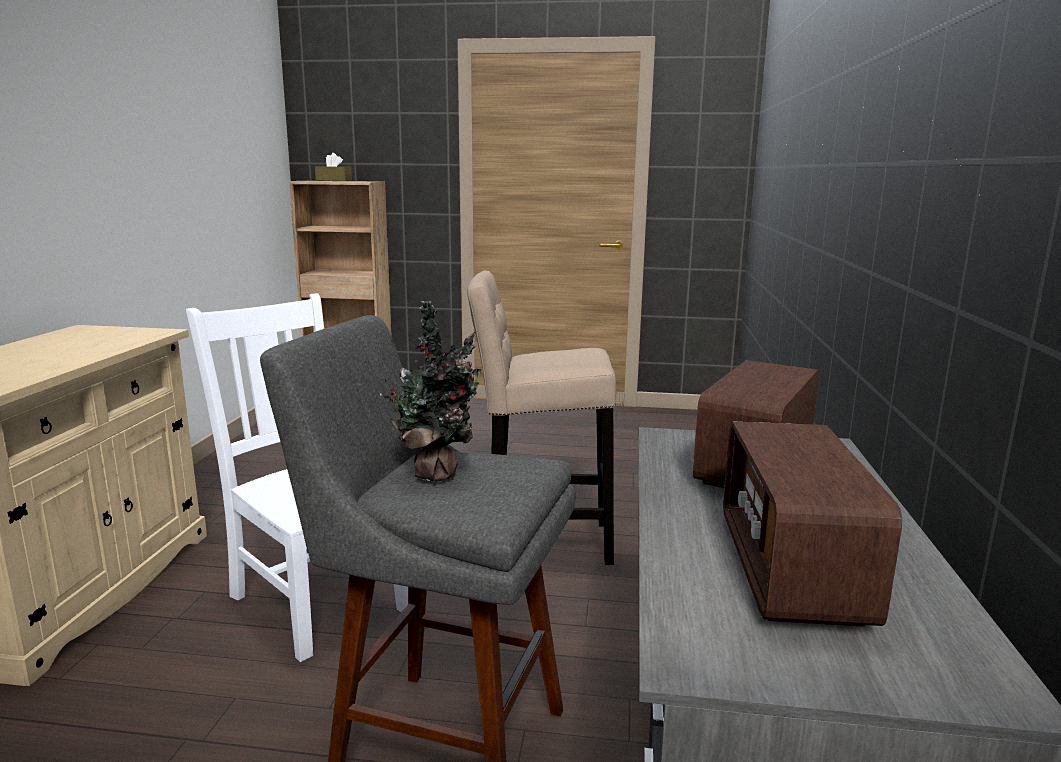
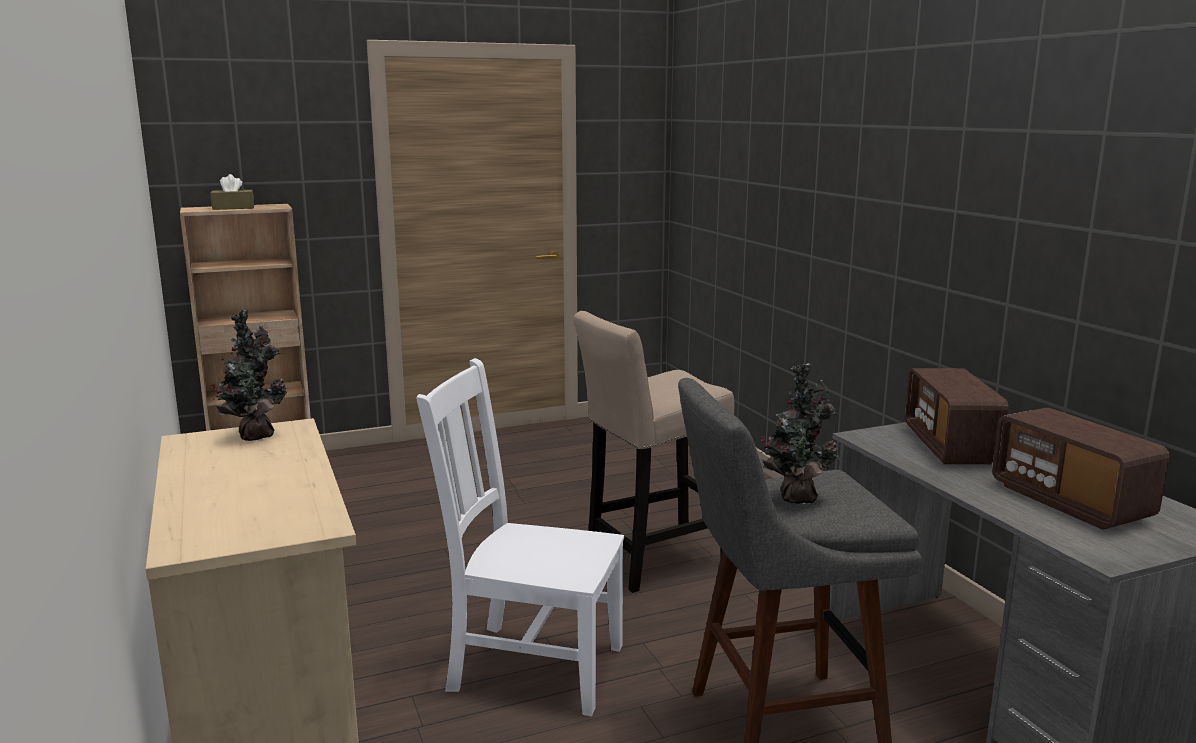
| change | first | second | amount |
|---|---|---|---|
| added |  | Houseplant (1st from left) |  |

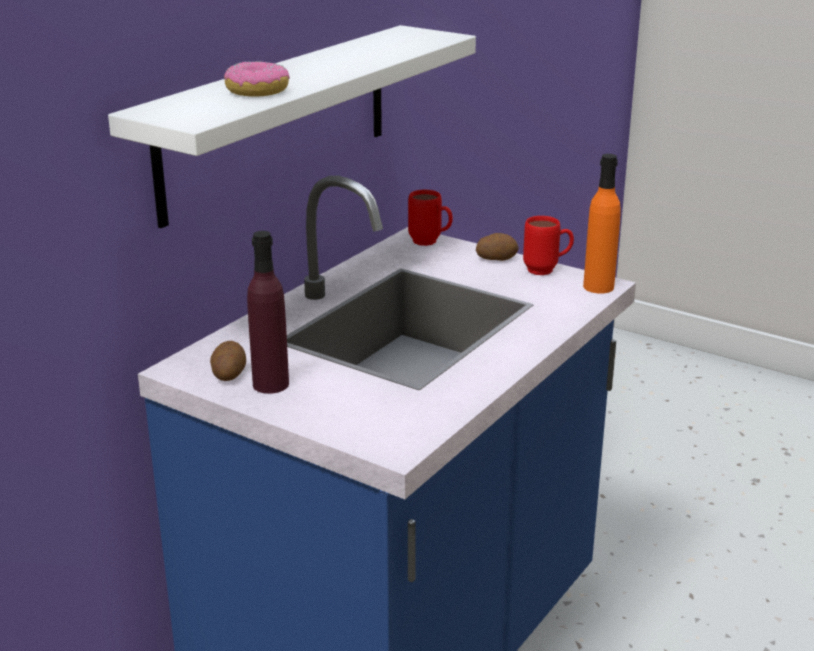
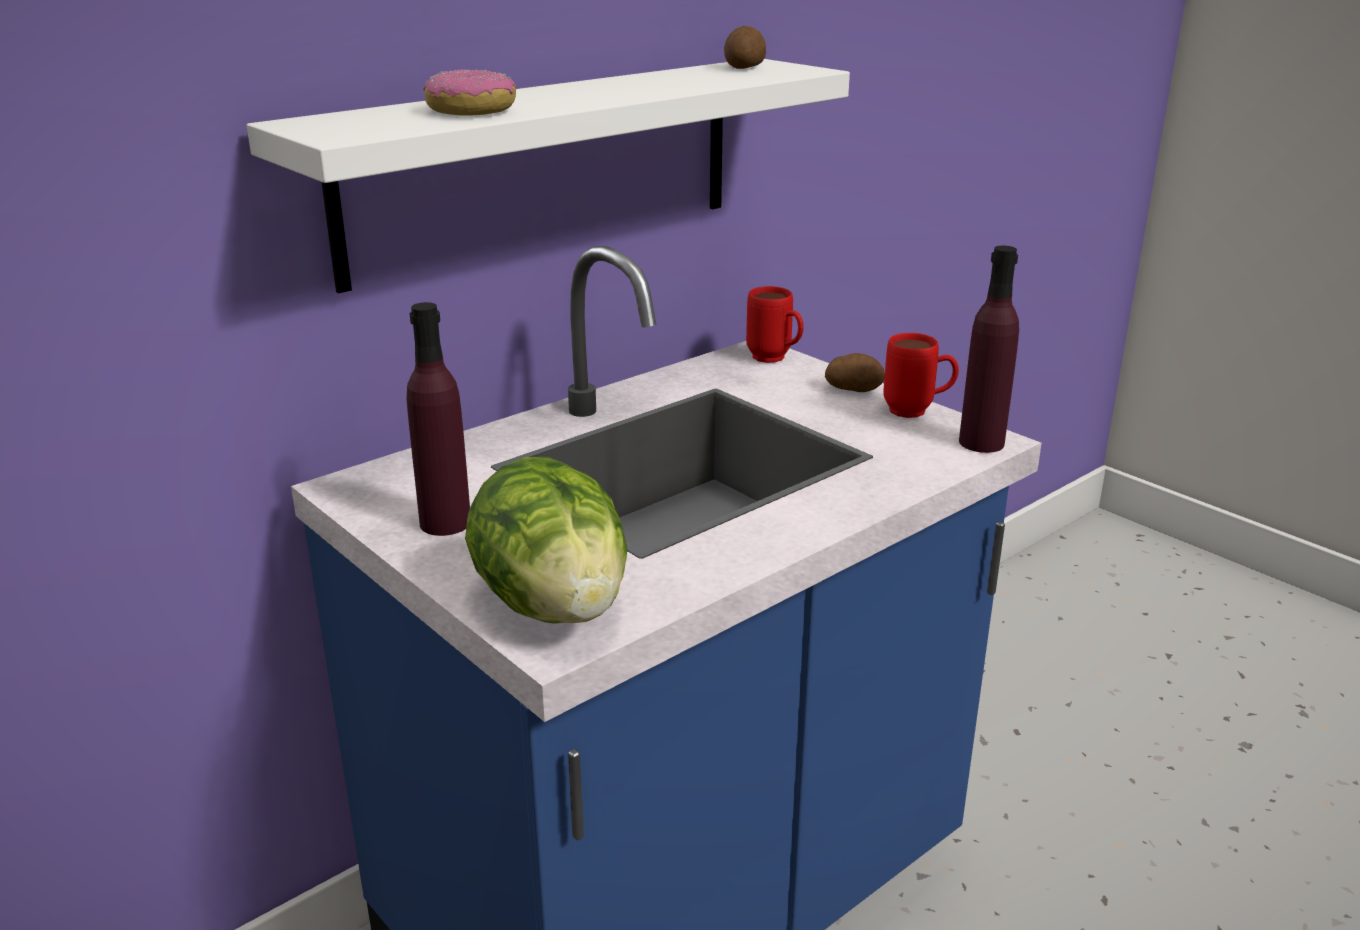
| change | first | second | amount |
|---|---|---|---|
| added |  | HeadOfLettuce |  |
| moved | Spud (1st from left) |  |  |
| recoloured | OrangeBottle | PurplishBottle (2nd from left) |  |

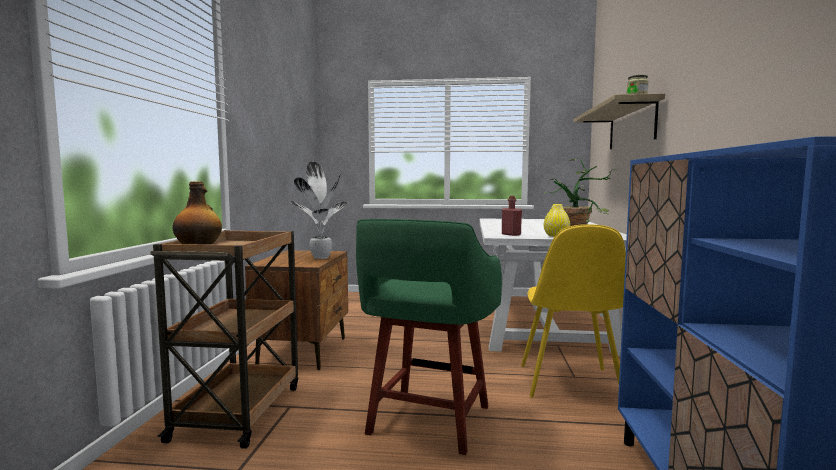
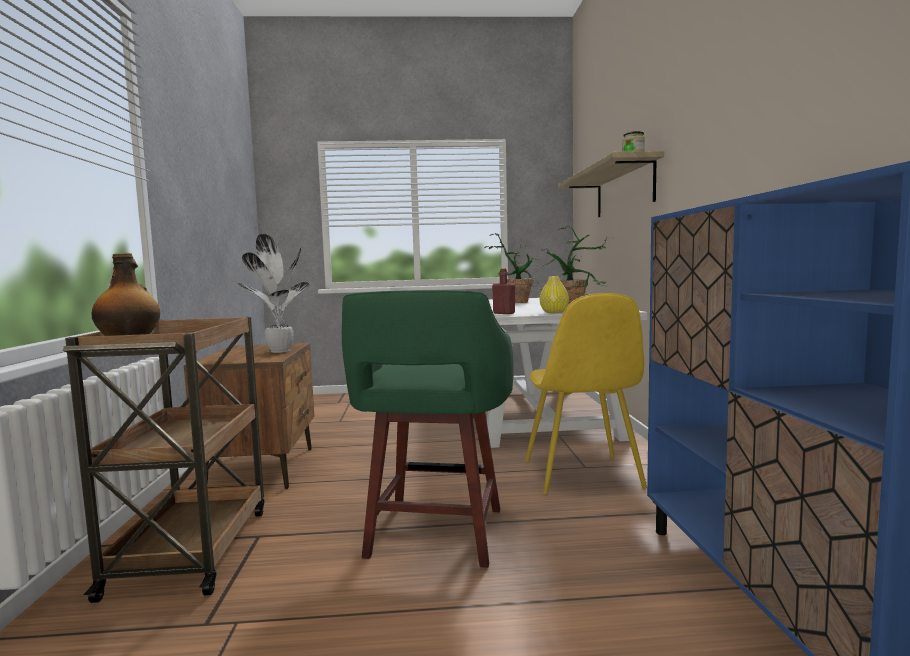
| change | first | second | amount |
|---|---|---|---|
| added |  | Houseplant (2nd from left) |  |

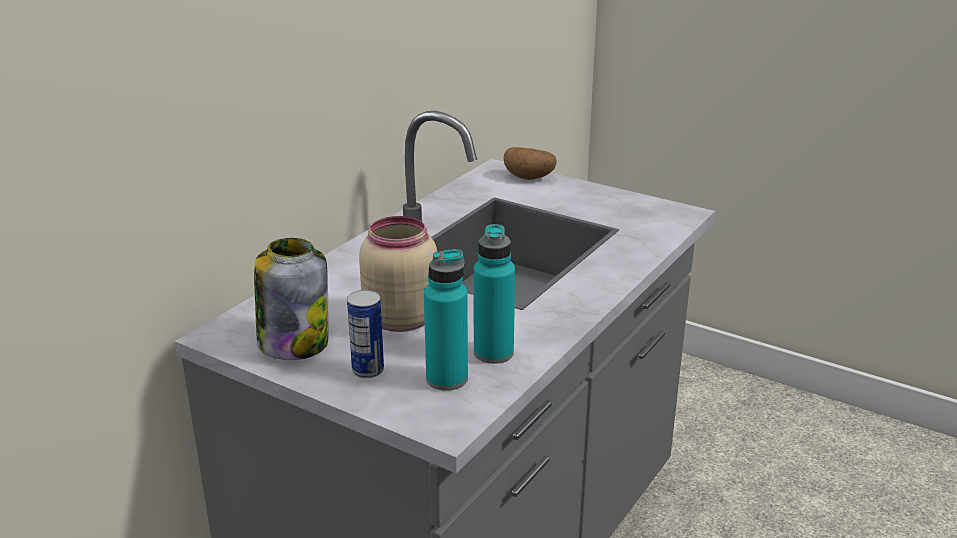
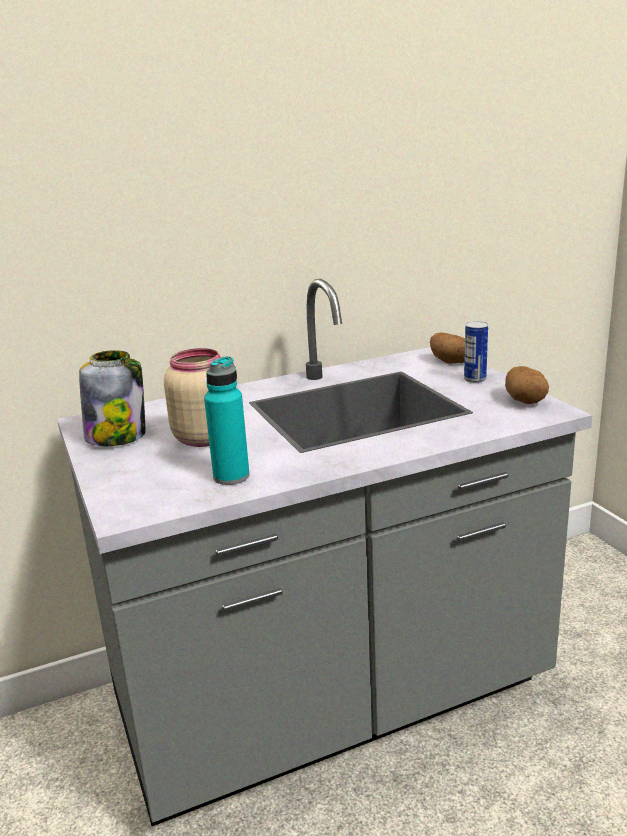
| change | first | second | amount |
|---|---|---|---|
| removed | BlueGreenBottle (1st from left) |  |  |
| added |  | Spud (2nd from left) |  |
| moved | MetalCan |  |  |

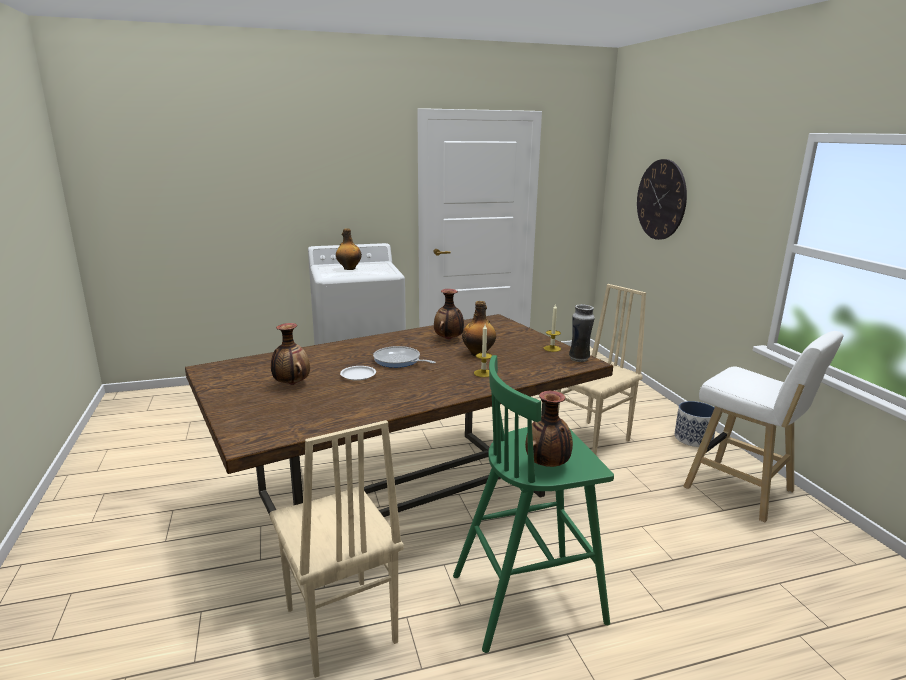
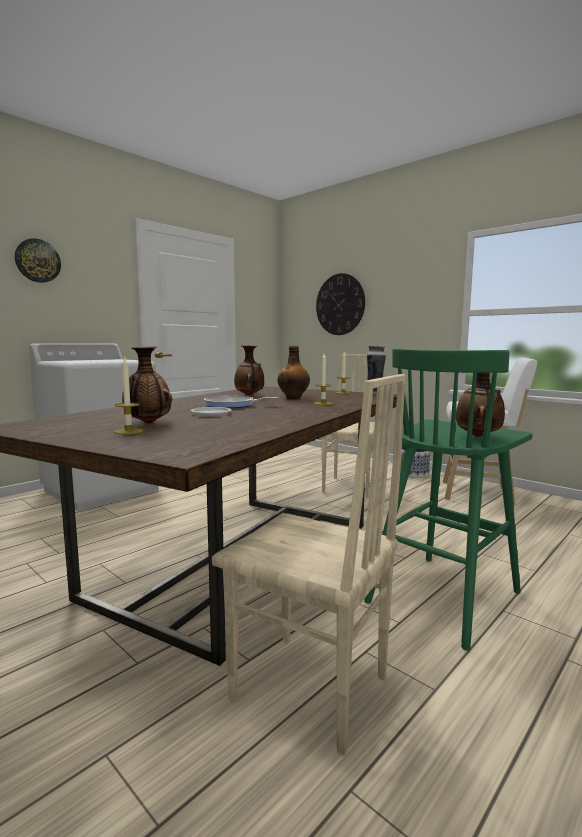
| change | first | second | amount |
|---|---|---|---|
| removed | Bottle (1st from left) |  |  |
| added |  | WallClock (1st from left) |  |
| added |  | Candle (1st from left) |  |

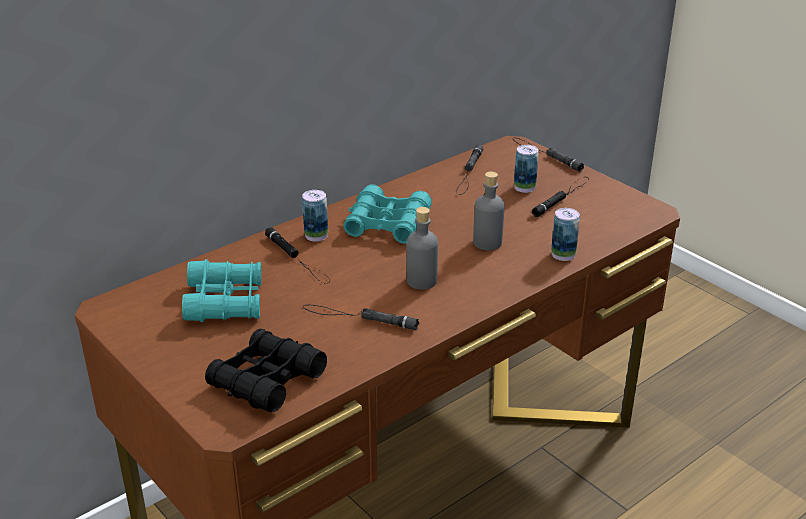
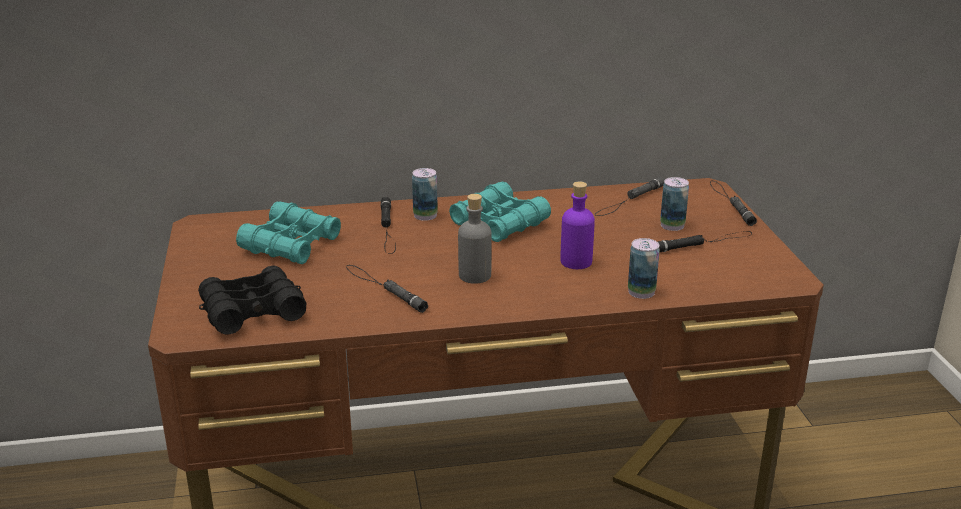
| change | first | second | amount |
|---|---|---|---|
| recoloured | GrayBottle (2nd from left) | PurplishBottle |  |

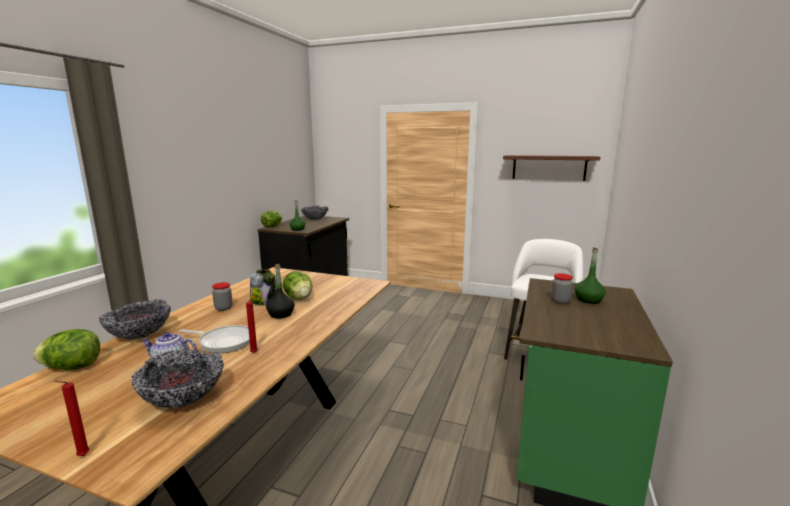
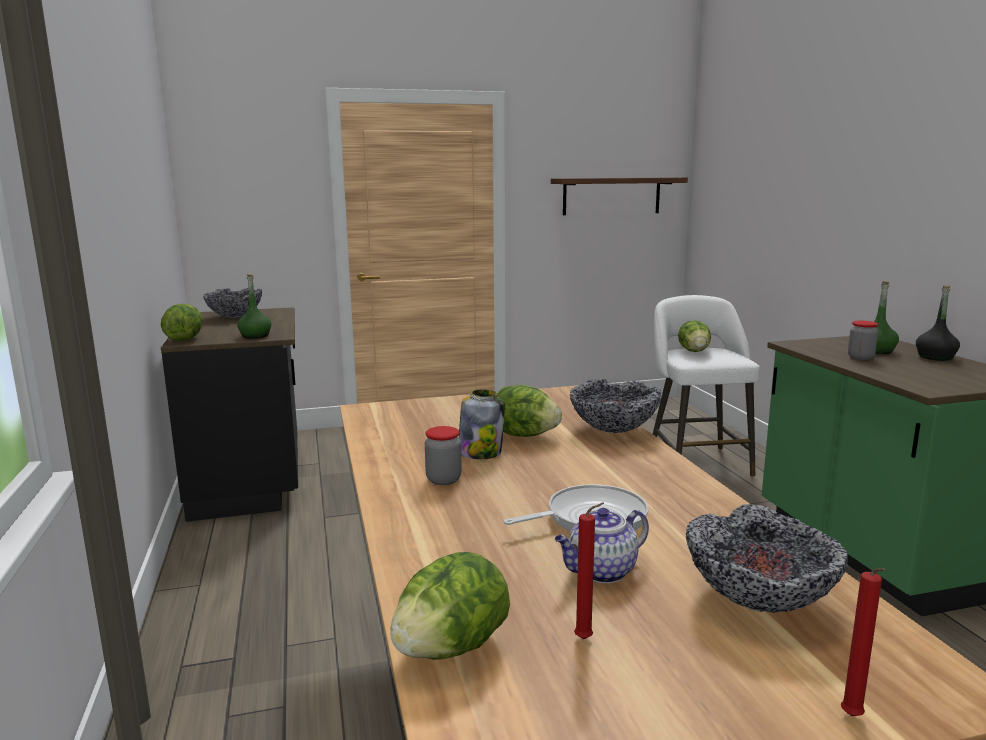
| change | first | second | amount |
|---|---|---|---|
| added |  | HeadOfLettuce (4th from left) |  |
| moved | Bowl (1st from left in the first image) | Bowl (2nd from left) |  |
| moved | ReddishCandle (2nd from left in the first image) | ReddishCandle (1st from left) |  |
| moved | BlackBottle |  |  |

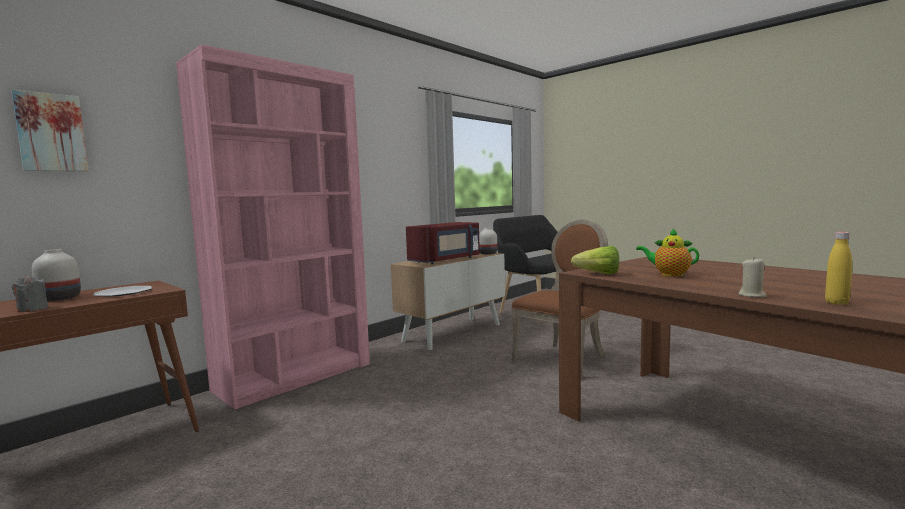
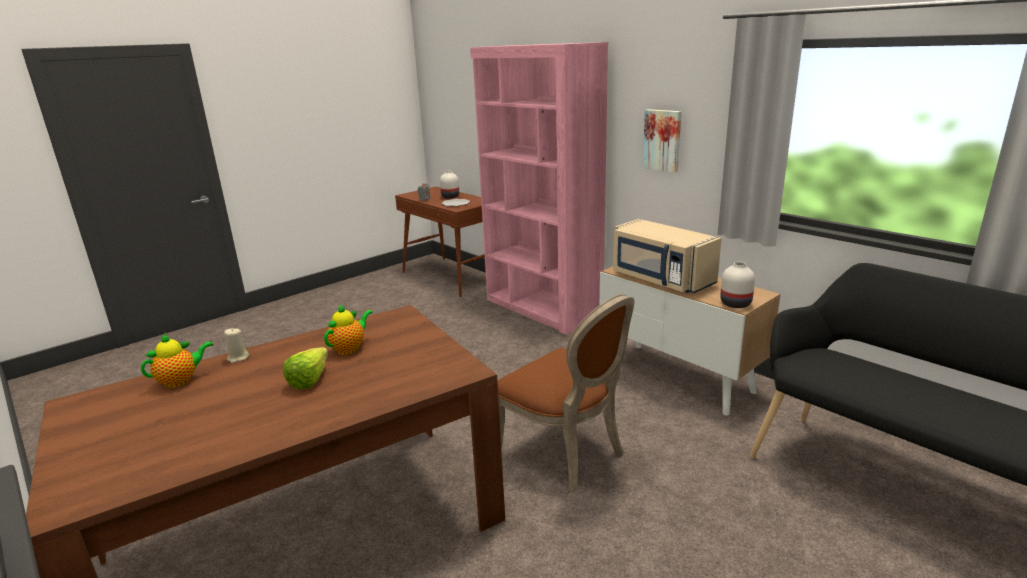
| change | first | second | amount |
|---|---|---|---|
| moved | WallArt |  |  |
| moved | HeadOfLettuce |  |  |
| replaced | YellowishBottle | TeaPot (1st from left) |  |
| recoloured | ReddishKitchenMicrowave | BeigeColouredKitchenMicrowave |  |

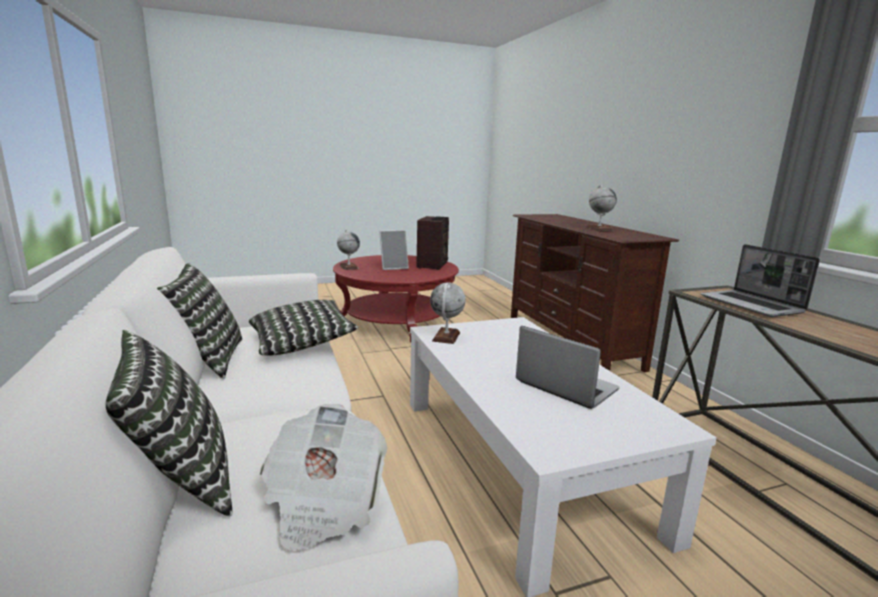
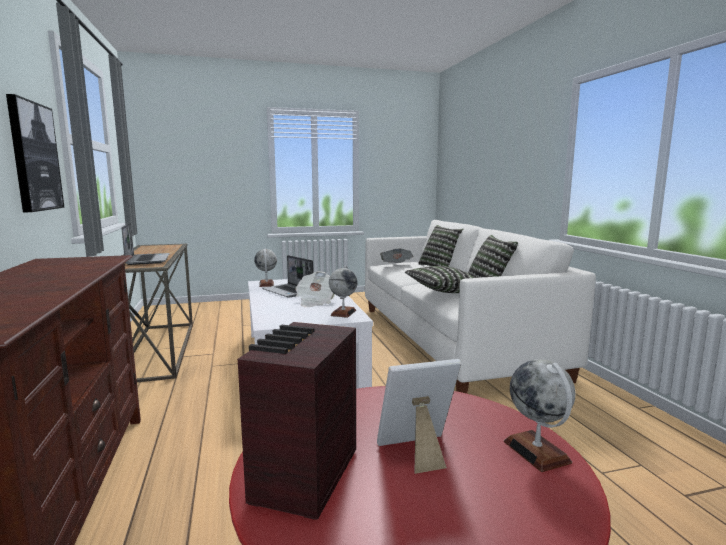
| change | first | second | amount |
|---|---|---|---|
| added |  | WallArt |  |
| added |  | PrintedPaper (1st from left) |  |
| moved | WorldGlobe (3rd from left in the first image) | WorldGlobe (1st from left) |  |

